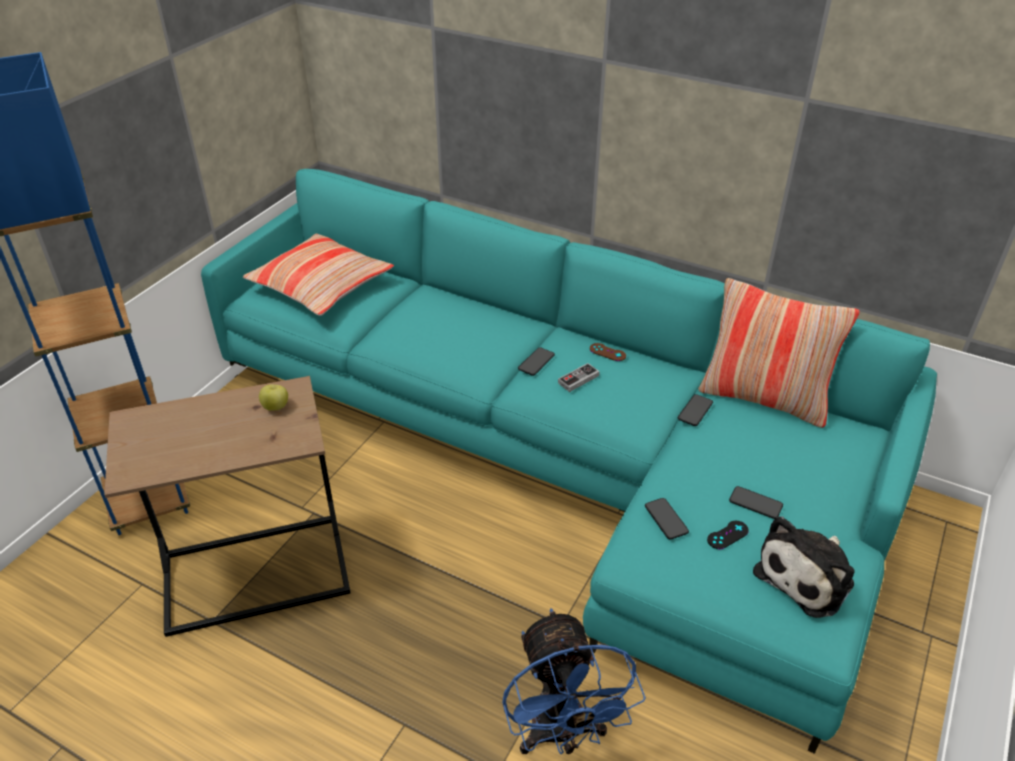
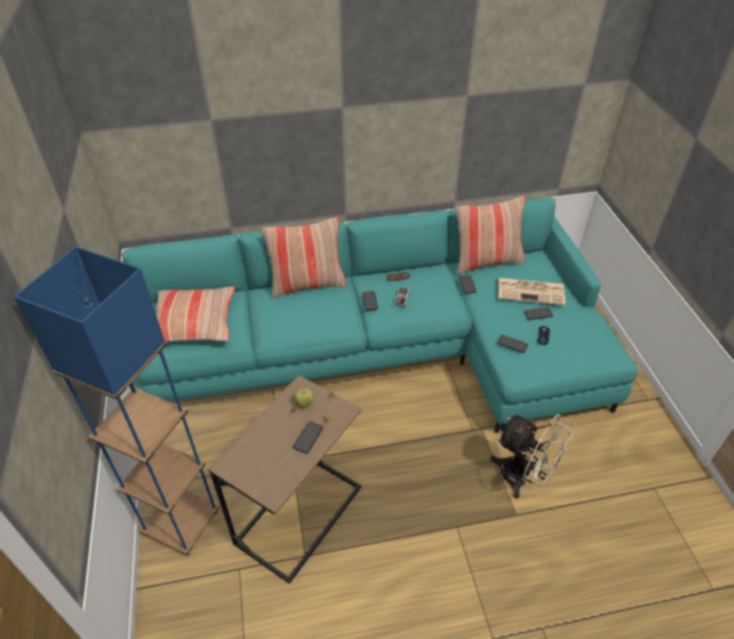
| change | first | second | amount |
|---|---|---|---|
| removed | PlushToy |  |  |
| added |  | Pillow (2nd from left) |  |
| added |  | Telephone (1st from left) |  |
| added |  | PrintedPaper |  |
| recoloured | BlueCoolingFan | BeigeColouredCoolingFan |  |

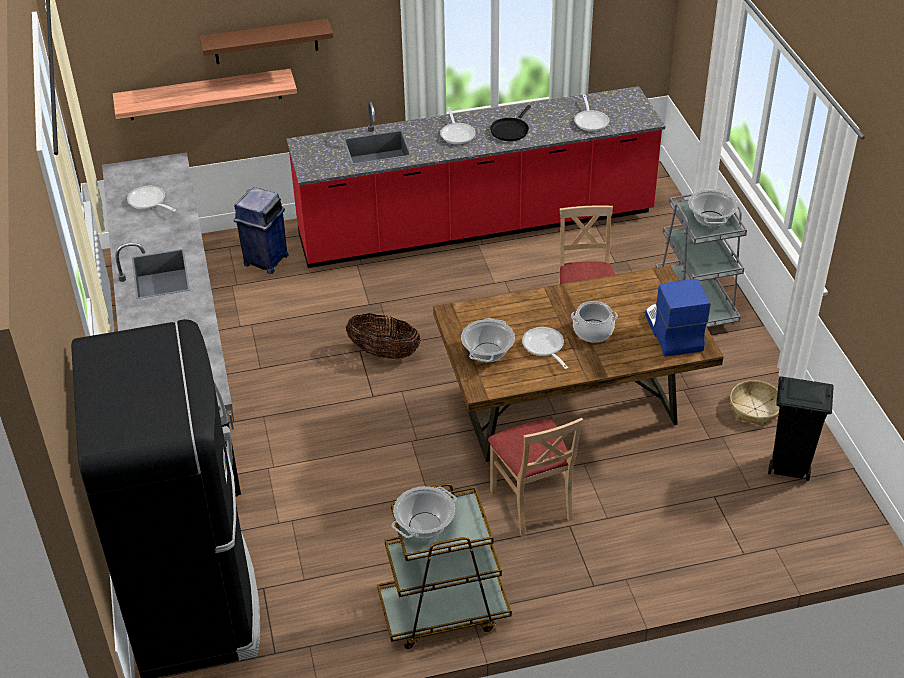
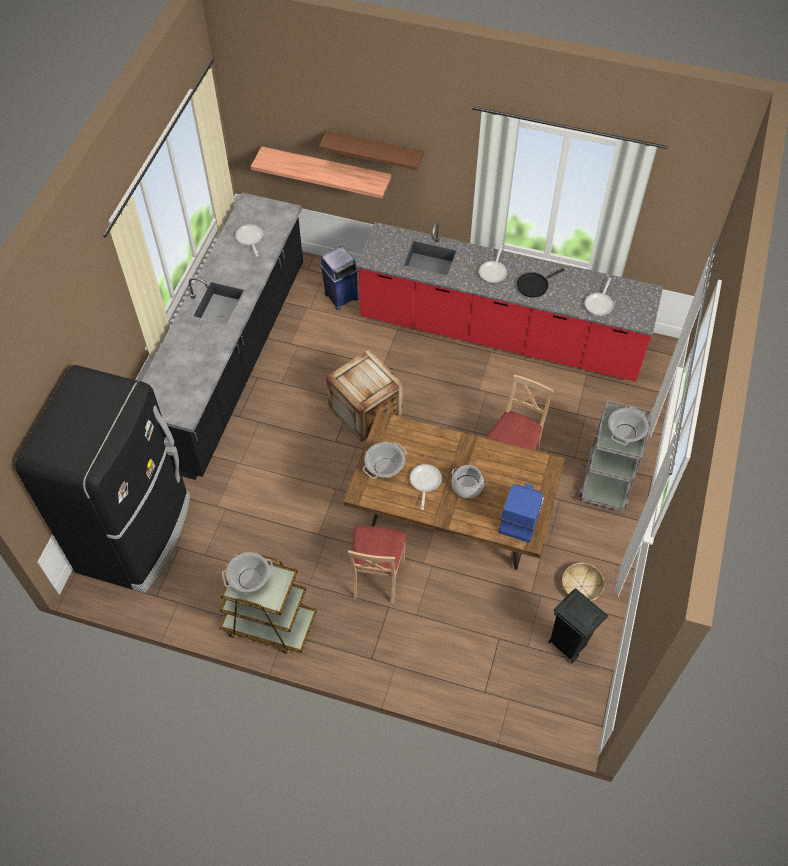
| change | first | second | amount |
|---|---|---|---|
| replaced | Basket (1st from left) | Crate |  |

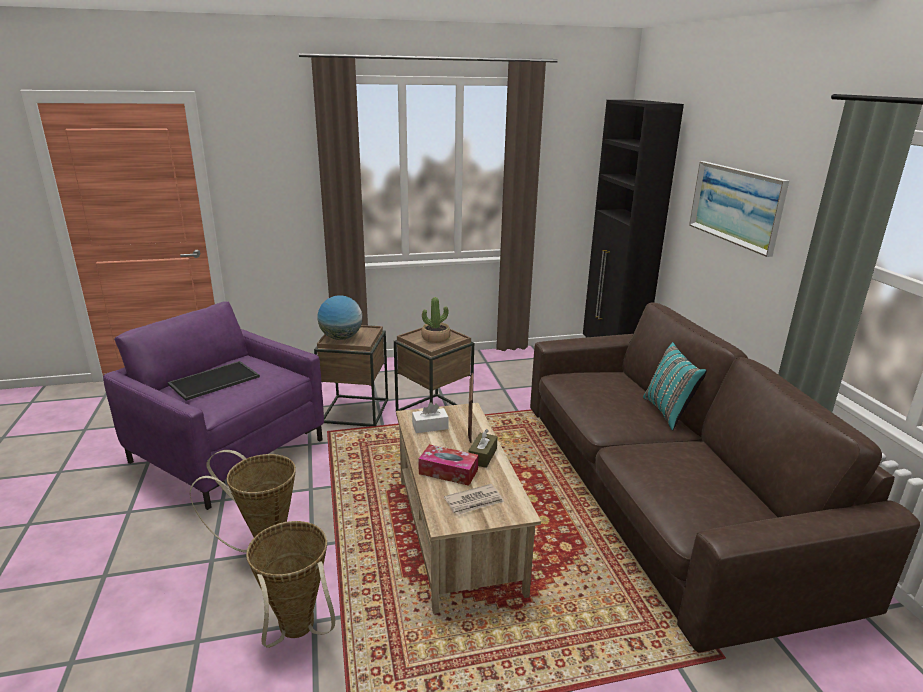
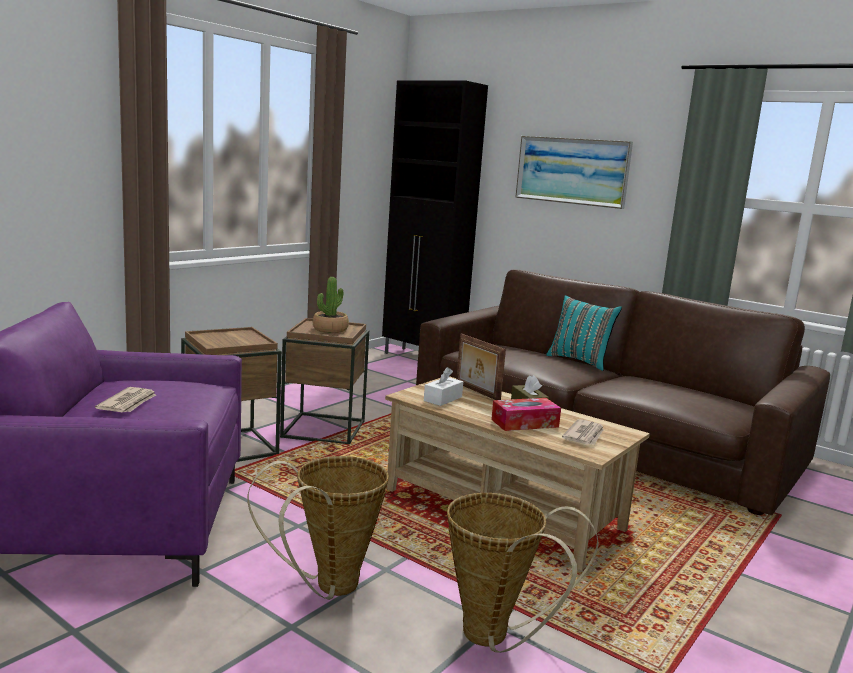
| change | first | second | amount |
|---|---|---|---|
| removed | WorldGlobe |  |  |
| replaced | CarryingTray | PrintedPaper (1st from left) |  |

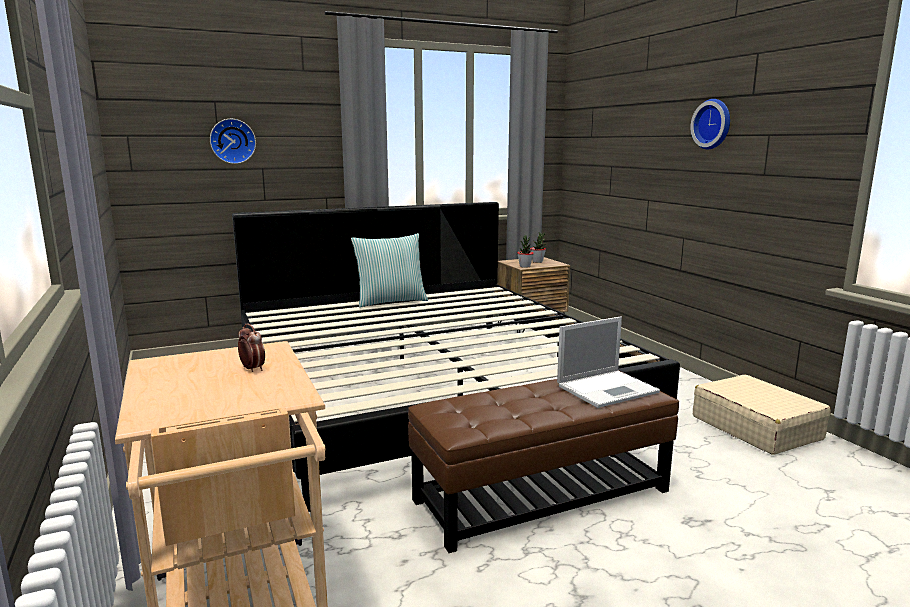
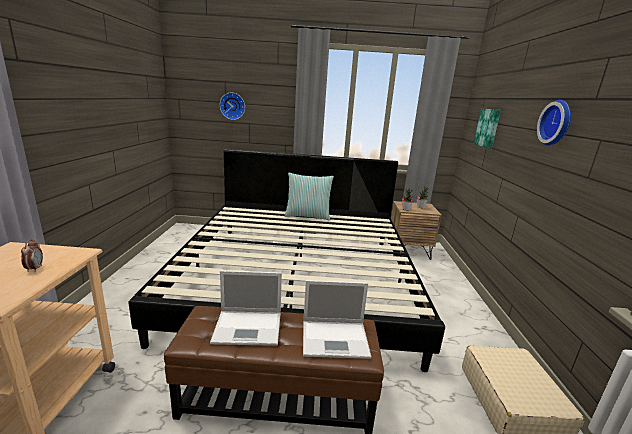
| change | first | second | amount |
|---|---|---|---|
| added |  | PortableComputer (1st from left) |  |
| added |  | WallArt |  |

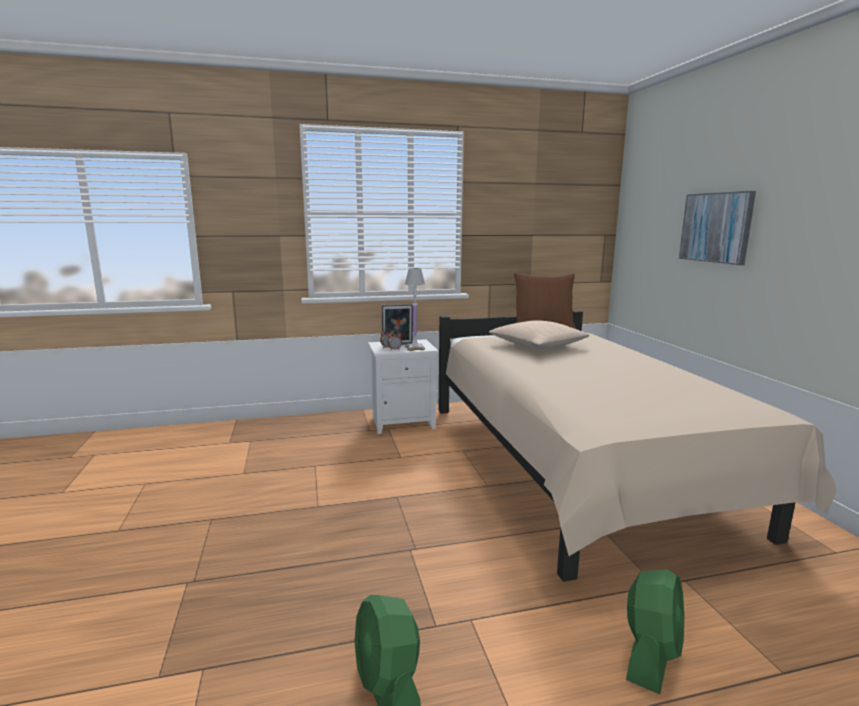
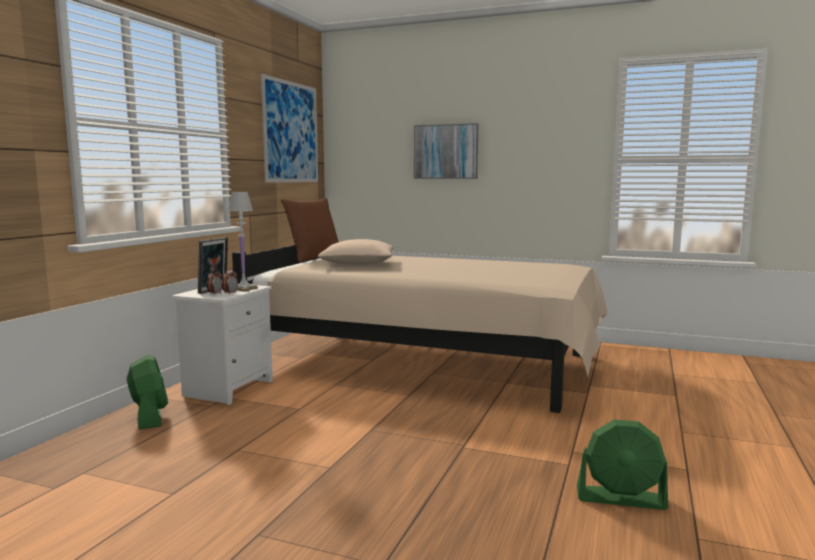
| change | first | second | amount |
|---|---|---|---|
| added |  | WallArt (1st from left) |  |
| moved | GreenColouredCoolingFan (2nd from left in the first image) | GreenColouredCoolingFan (1st from left) |  |

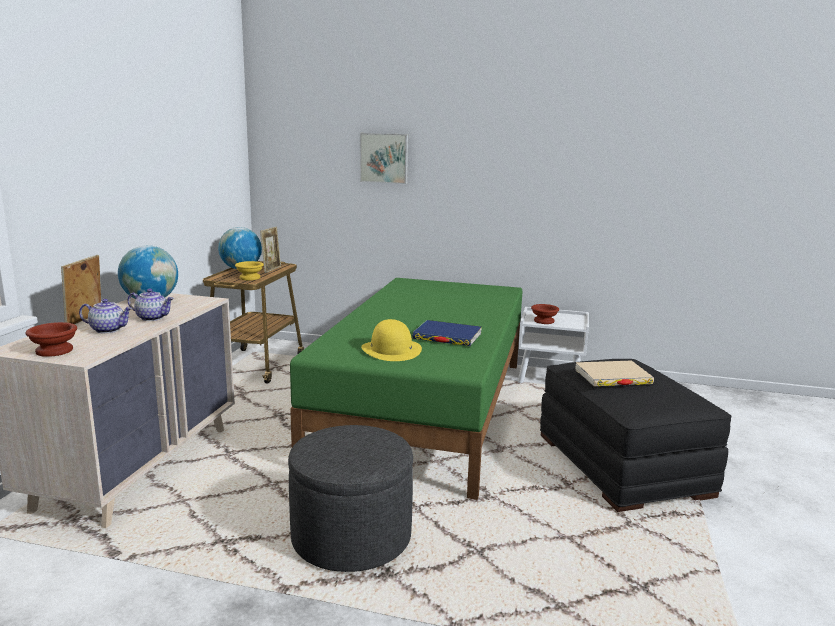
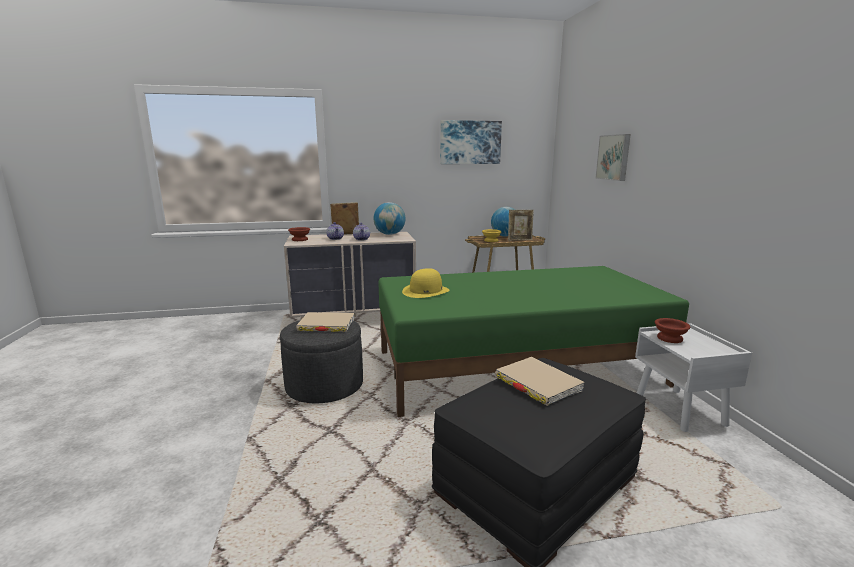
| change | first | second | amount |
|---|---|---|---|
| removed | BlueBook |  |  |
| added |  | BeigeColouredBook (1st from left) |  |
| added |  | WallArt (1st from left) |  |

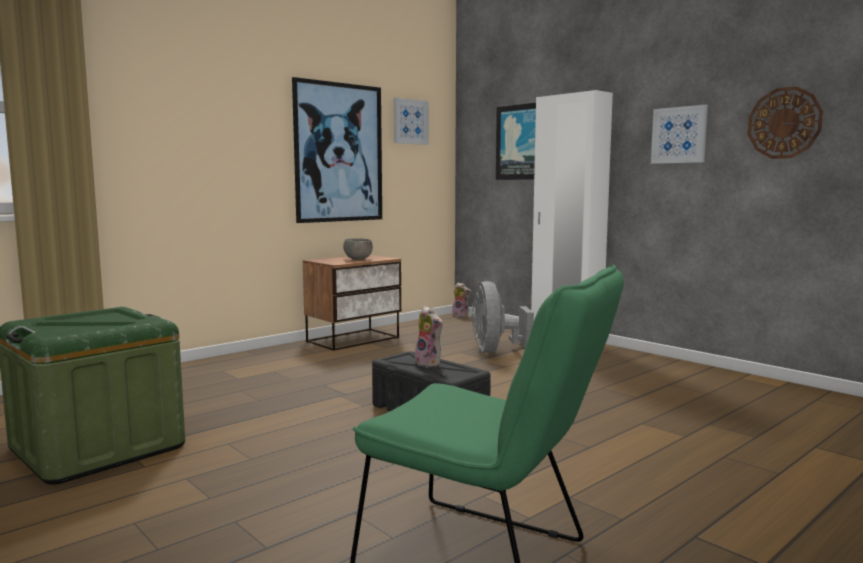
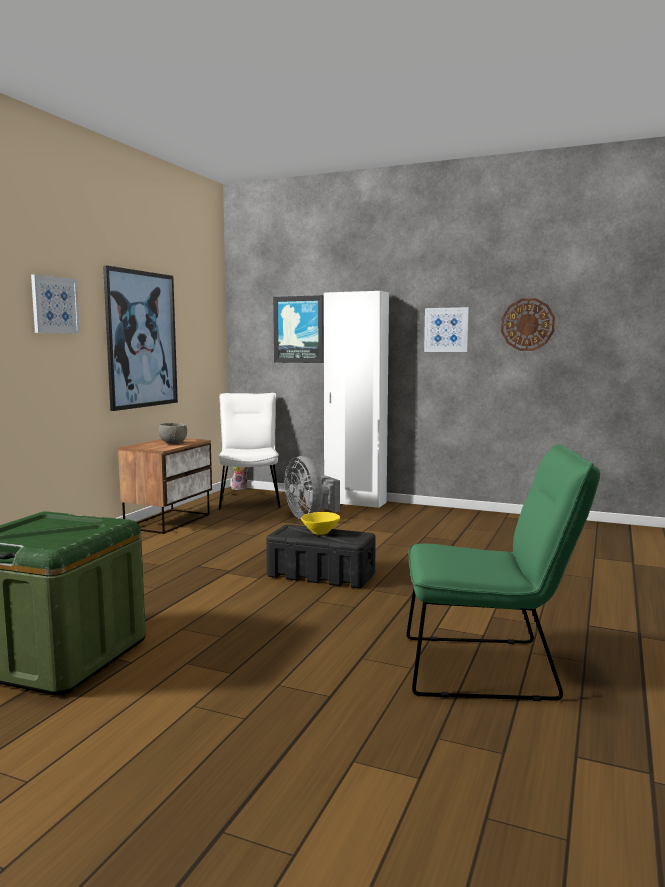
| change | first | second | amount |
|---|---|---|---|
| added |  | WhitishChair |  |
| moved | WallArt (2nd from left in the first image) | WallArt (1st from left) |  |
| replaced | PlushToy (1st from left) | YellowishBowl |  |

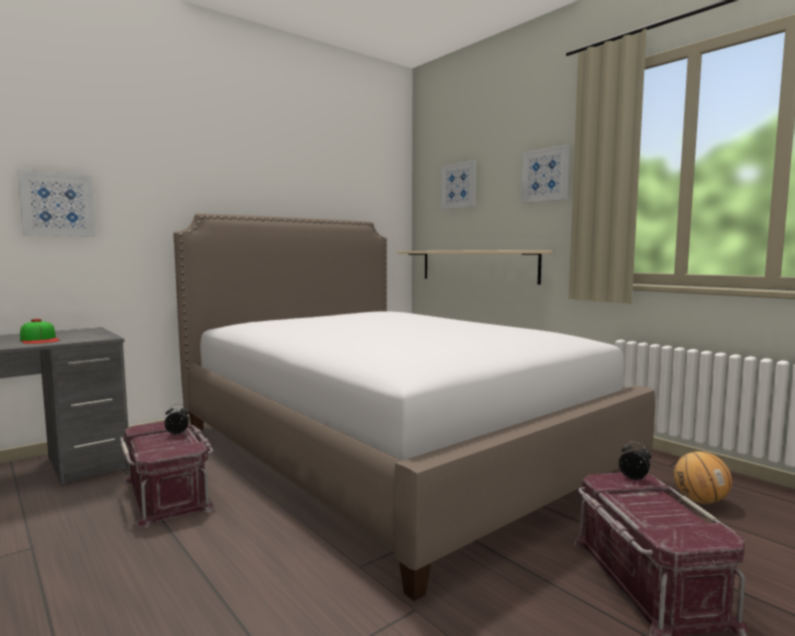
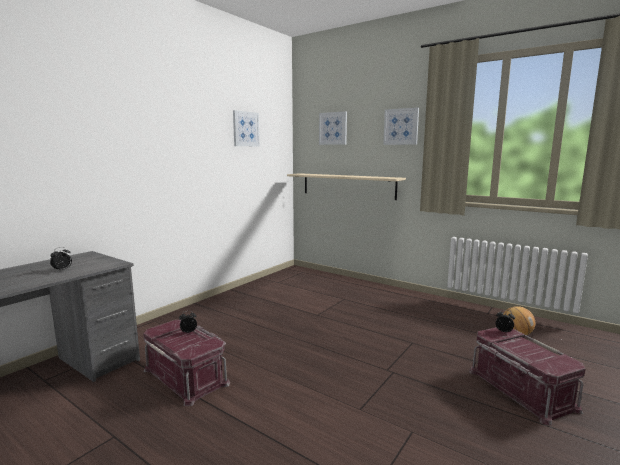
| change | first | second | amount |
|---|---|---|---|
| removed | Bed |  |  |
| moved | WallArt (1st from left) |  |  |
| replaced | BaseballCap | AlarmClock (1st from left) |  |

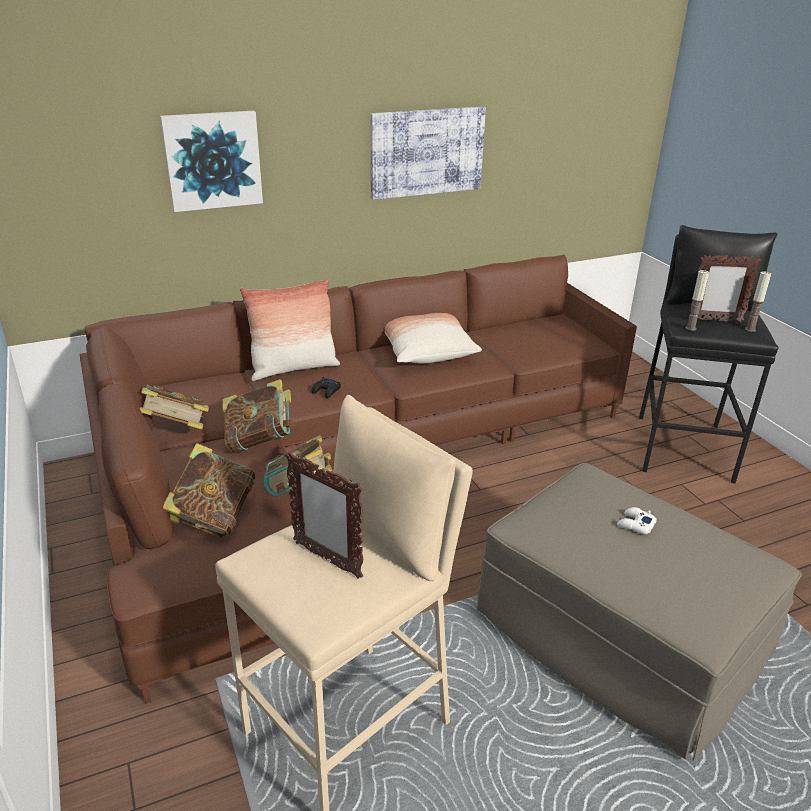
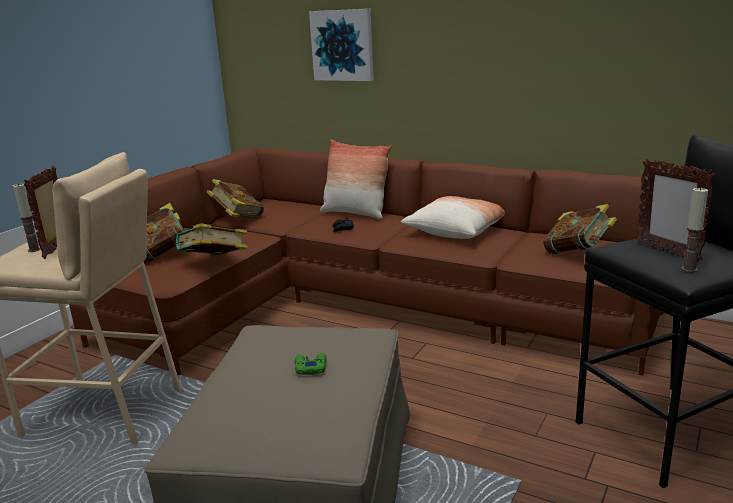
| change | first | second | amount |
|---|---|---|---|
| removed | WallArt (2nd from left) |  |  |
| moved | Book (3rd from left in the first image) | Book (4th from left) |  |
| moved | Candle (1st from left) |  |  |
| recoloured | WhitishGamepad | GreenColouredGamepad |  |

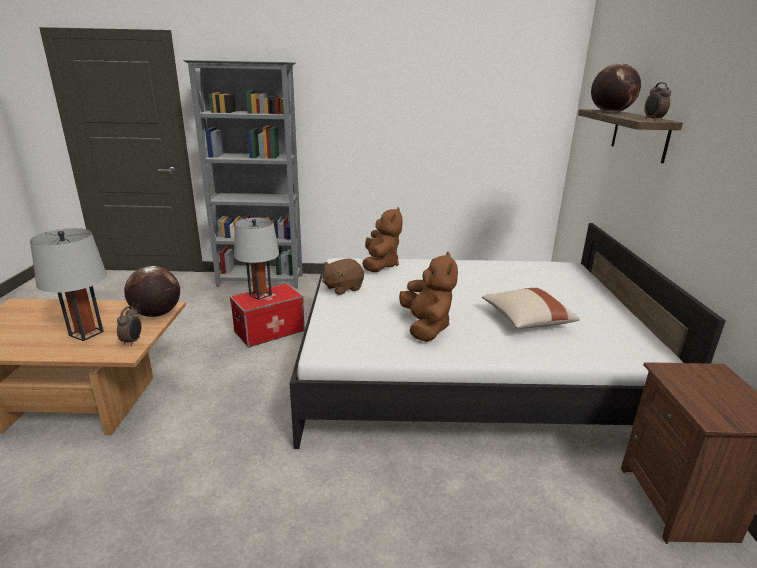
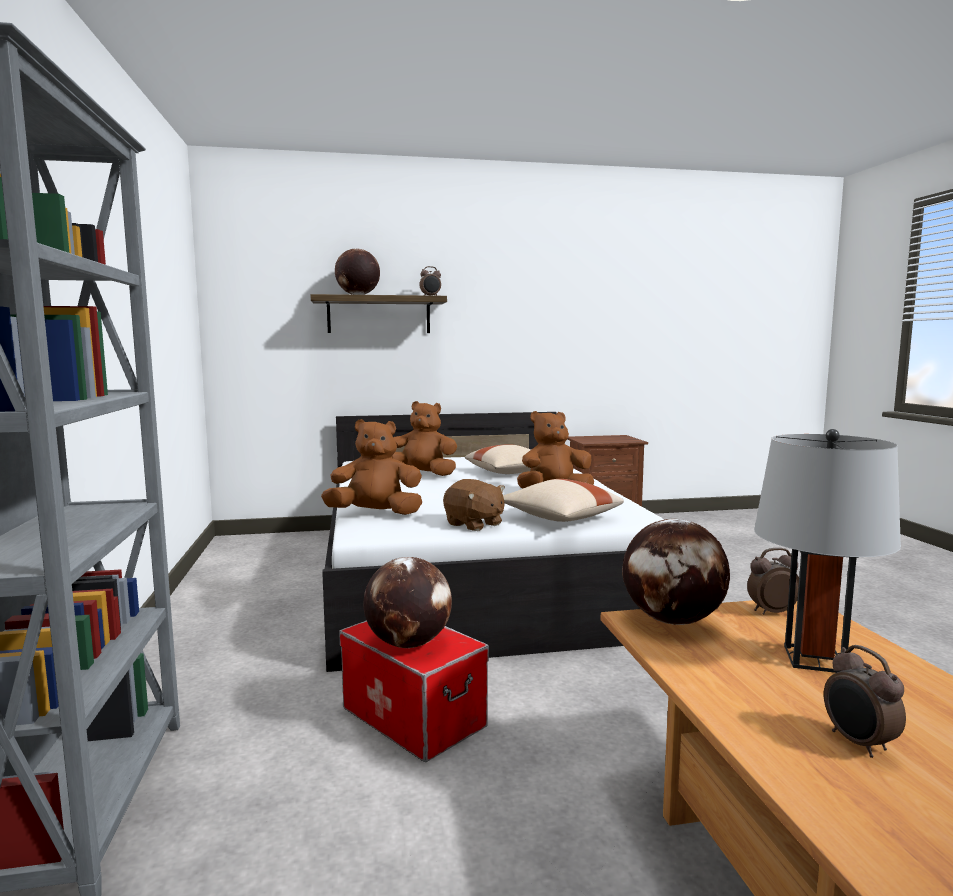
| change | first | second | amount |
|---|---|---|---|
| added |  | BrownColouredPlushToy (2nd from left) |  |
| added |  | BeigeColouredPillow (2nd from left) |  |
| added |  | AlarmClock (3rd from left) |  |
| replaced | GrayTableLamp (2nd from left) | WorldGlobe (2nd from left) |  |

